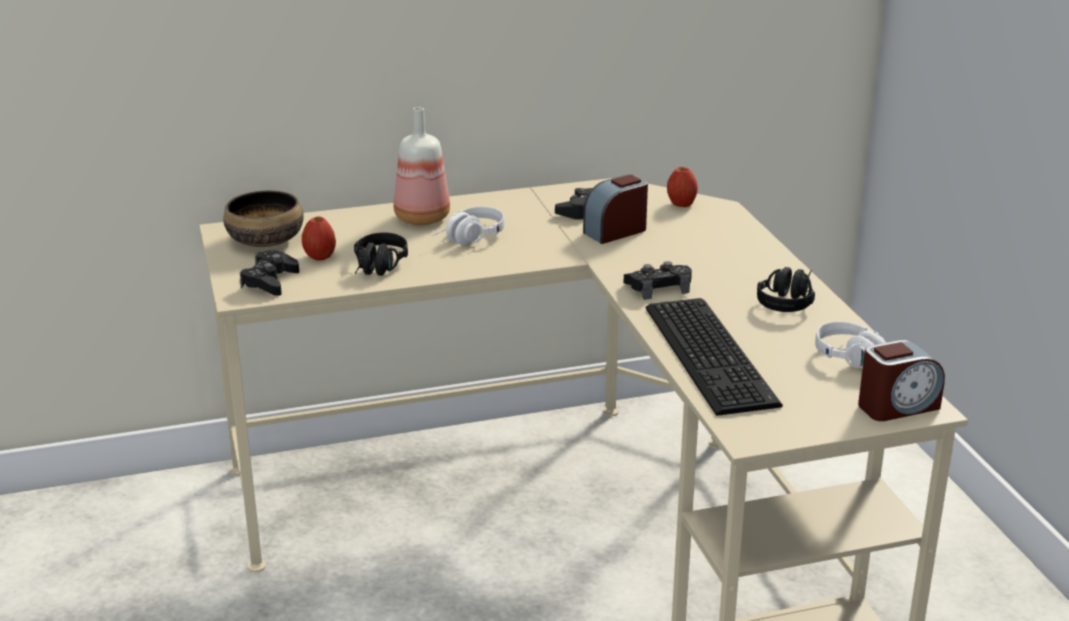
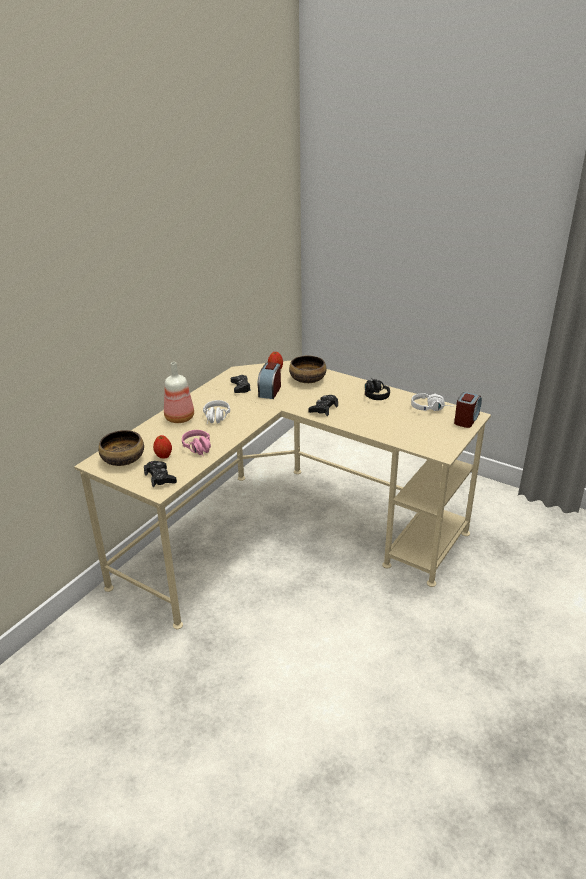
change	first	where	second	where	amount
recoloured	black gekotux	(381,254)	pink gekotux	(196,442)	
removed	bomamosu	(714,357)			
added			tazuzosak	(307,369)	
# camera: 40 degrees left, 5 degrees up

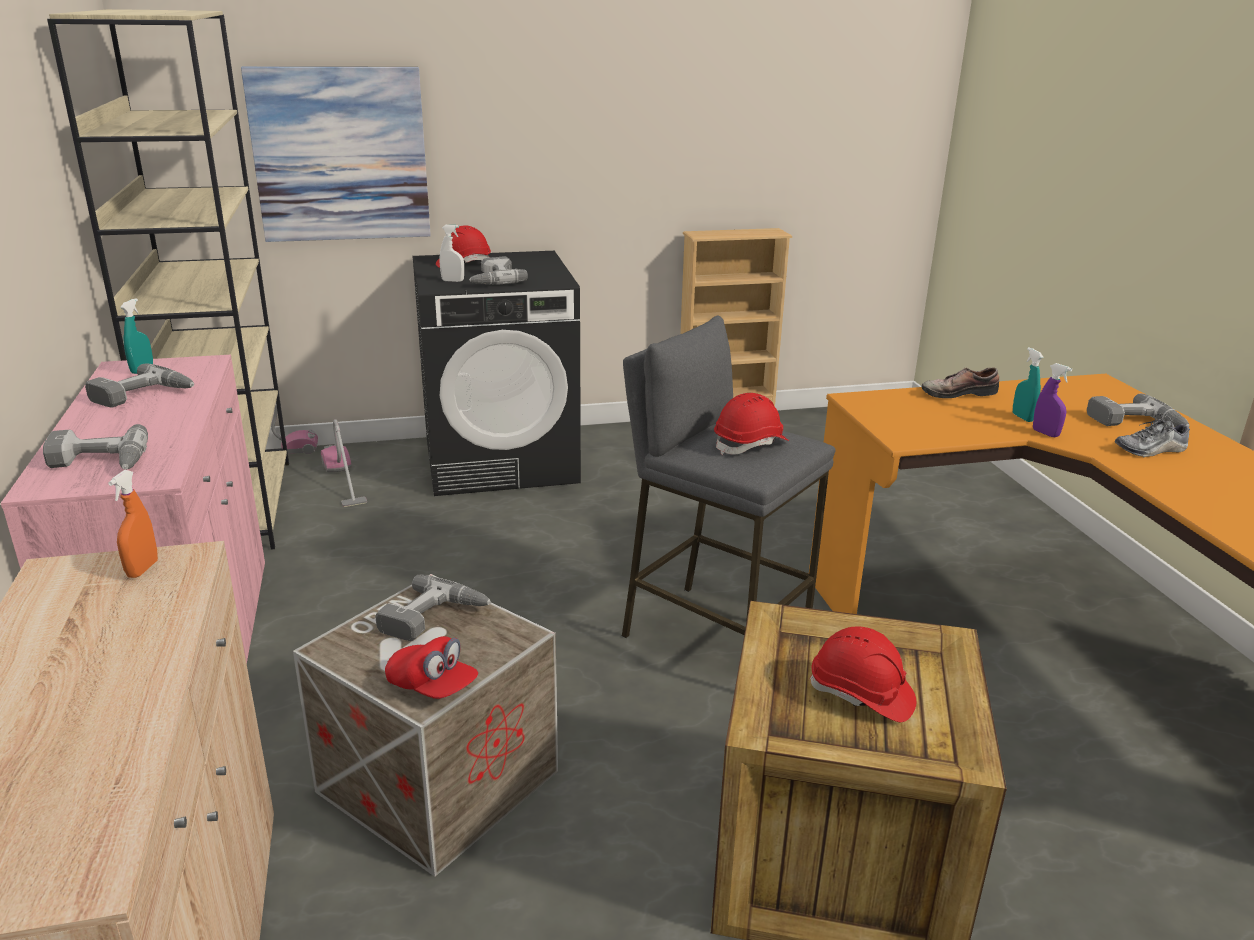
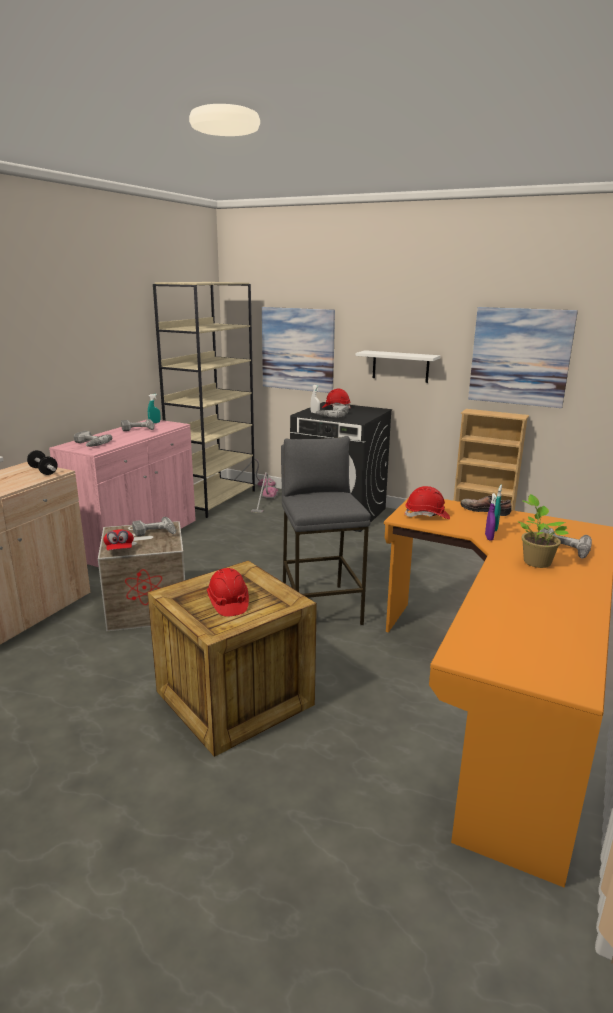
change	first	where	second	where	amount
moved	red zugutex	(751,424)		(427,502)	
replaced	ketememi	(1152,435)	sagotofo	(543,531)	
replaced	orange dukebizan	(133,524)	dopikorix	(42,462)	
added			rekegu	(523,357)	
added			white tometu	(397,366)	
# camera: 40 degrees right, 5 degrees down

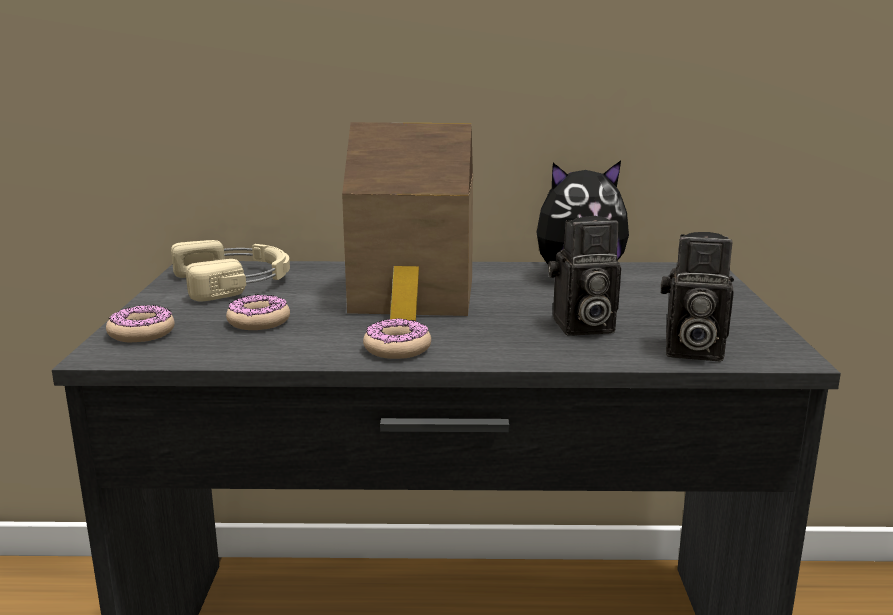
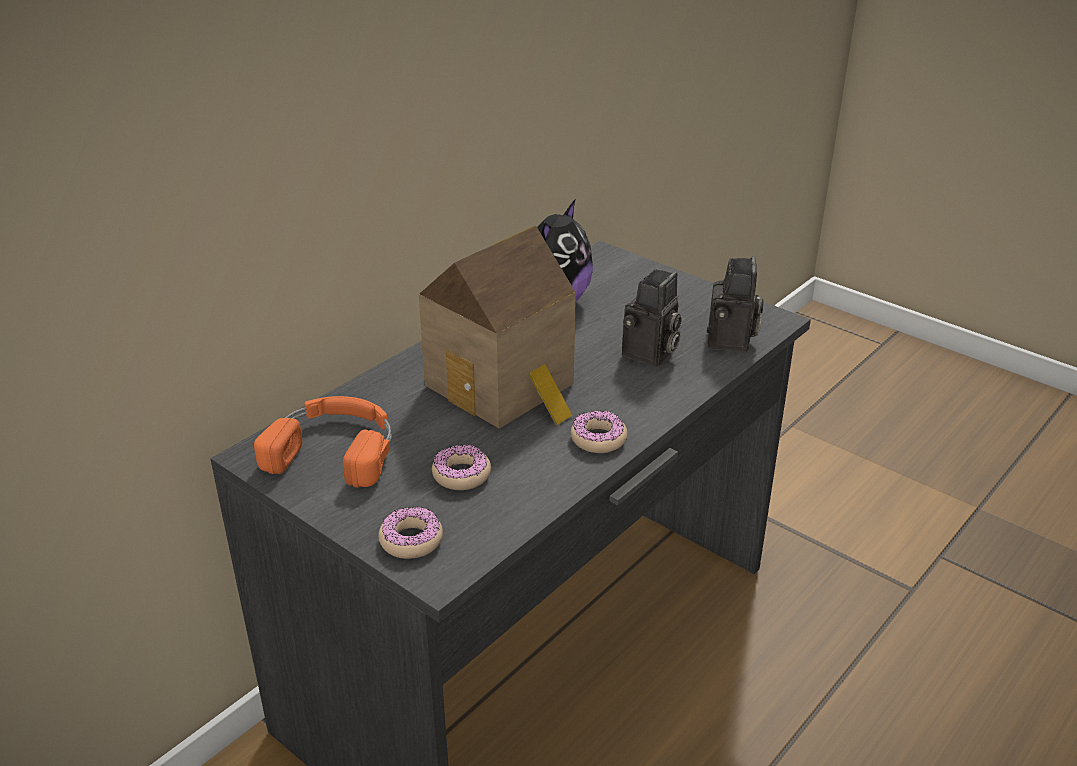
change	first	where	second	where	amount
turned	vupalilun	(697,297)		(735,304)	45 degrees counterclockwise
recoloured	beige gekotux	(230,271)	orange gekotux	(323,442)	
# camera: 50 degrees left, 15 degrees up

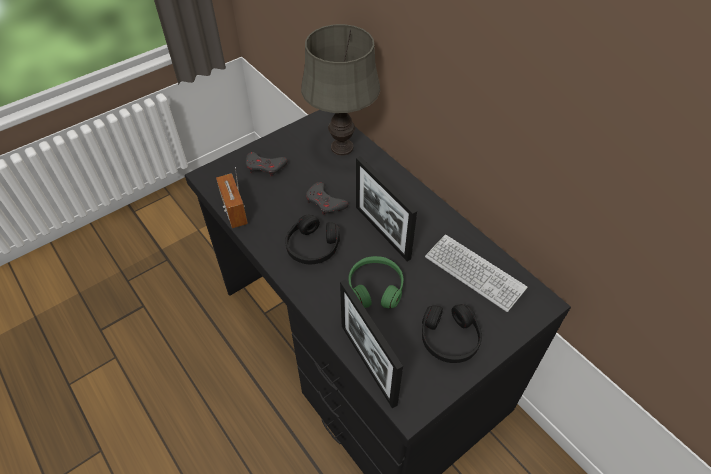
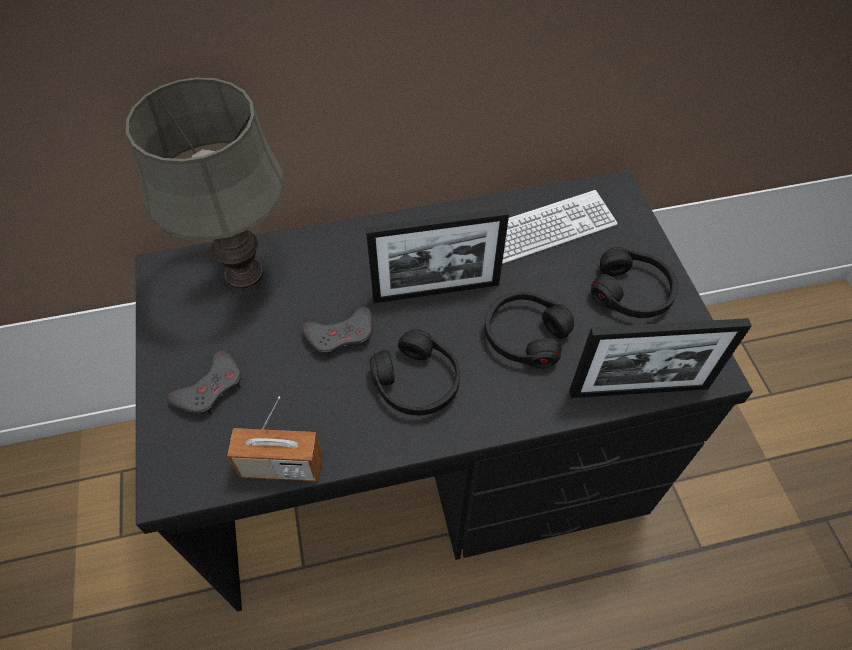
change	first	where	second	where	amount
recoloured	green gekotux	(376,282)	black gekotux	(529,330)	
# camera: 65 degrees left, 5 degrees up

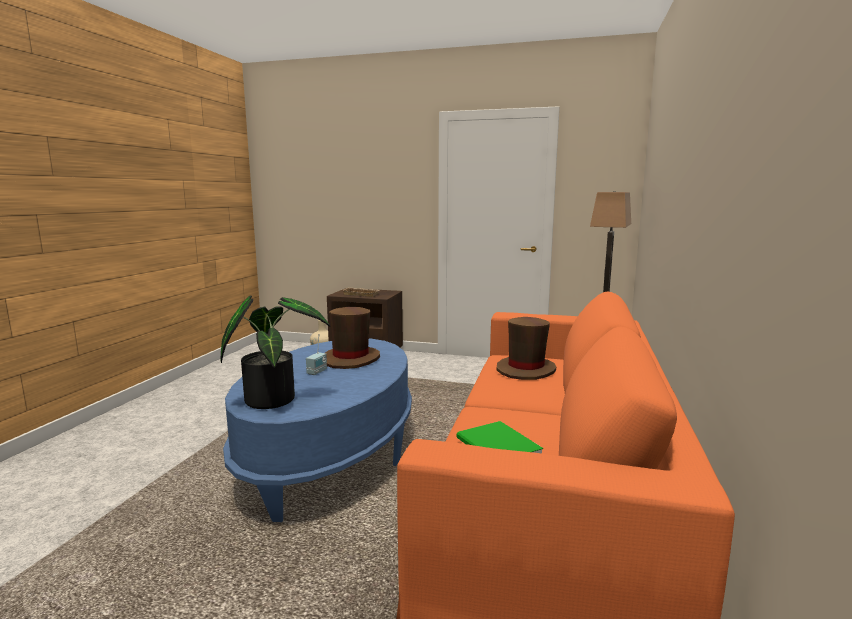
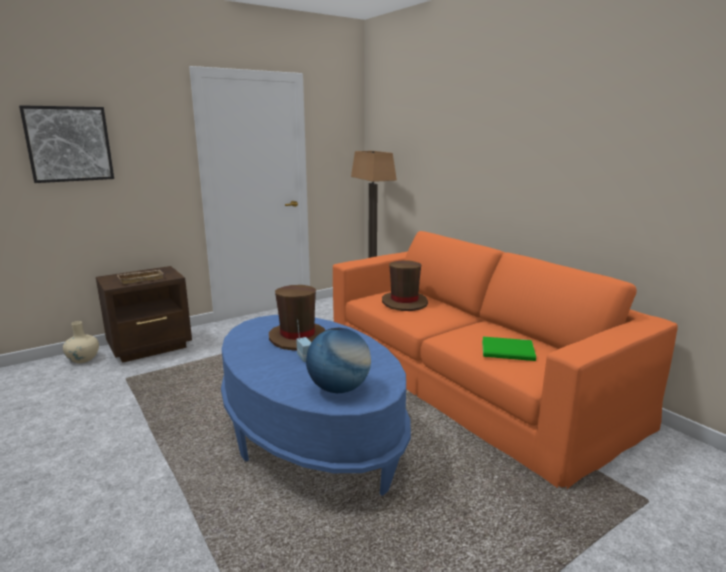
change	first	where	second	where	amount
replaced	sagotofo	(275,352)	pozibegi	(338,360)	
added			rekegu	(66,144)	
# camera: 50 degrees left, 5 degrees up

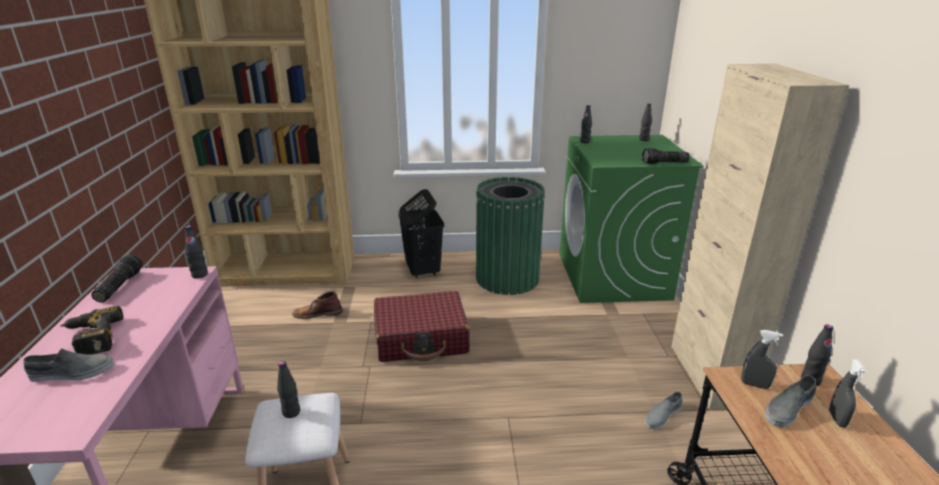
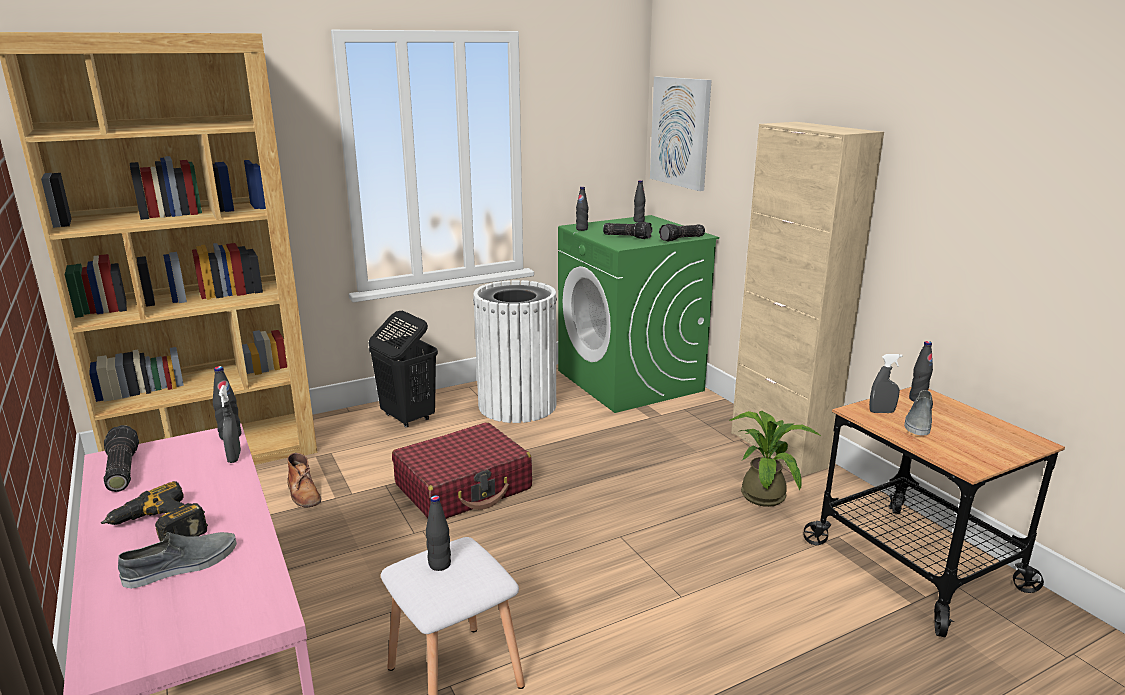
change	first	where	second	where	amount
recoloured	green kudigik	(510,236)	white kudigik	(515,351)	
turned	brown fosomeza	(317,305)		(304,480)	90 degrees counterclockwise
moved	grey dukebizan	(847,393)		(230,424)	
replaced	grey ketememi	(663,410)	sagotofo	(775,459)	
added			rekegu	(680,134)	
added			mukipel	(627,230)	
# camera: 25 degrees left, 5 degrees down

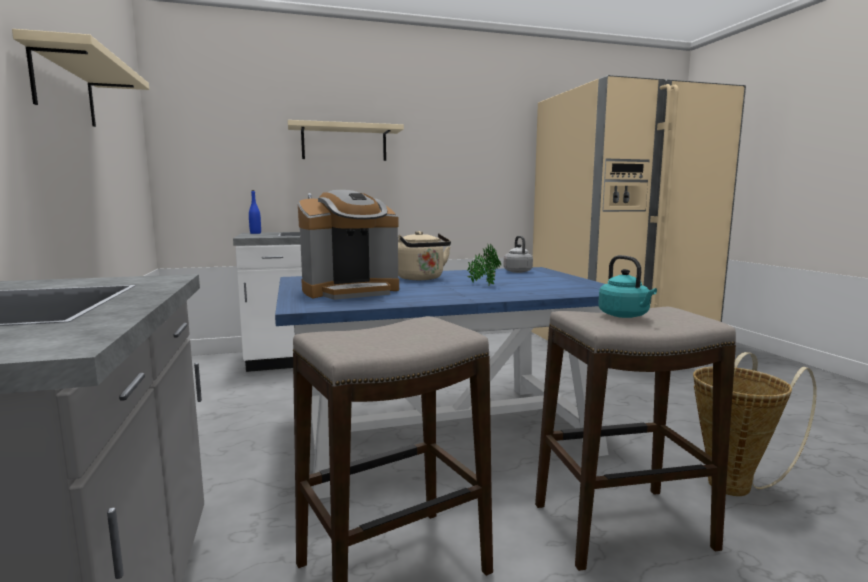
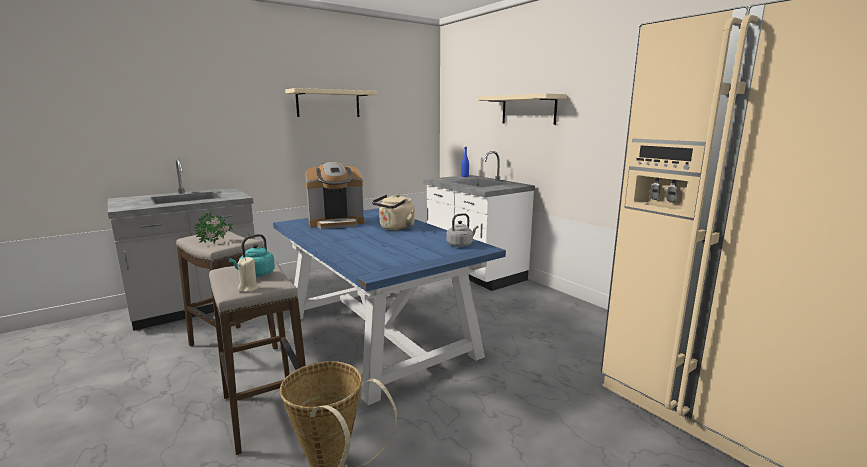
change	first	where	second	where	amount
turned	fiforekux	(348,245)		(334,195)	60 degrees counterclockwise
moved	sagotofo	(484,264)		(214,227)	
added			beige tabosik	(248,274)	
# camera: 70 degrees right, 5 degrees up

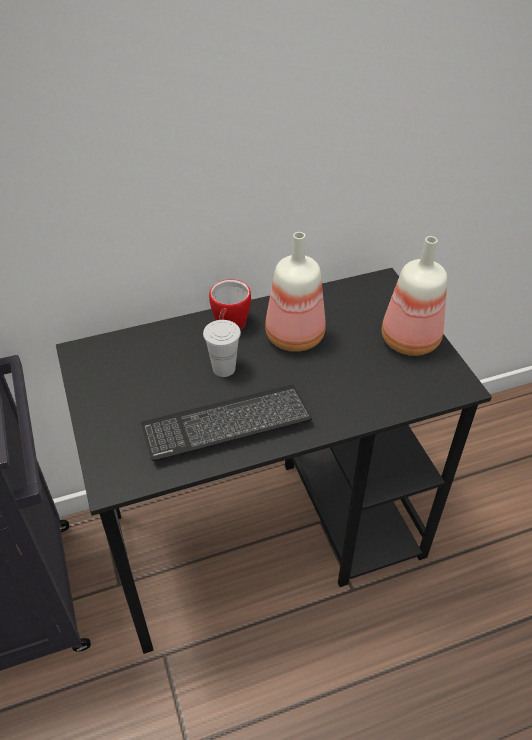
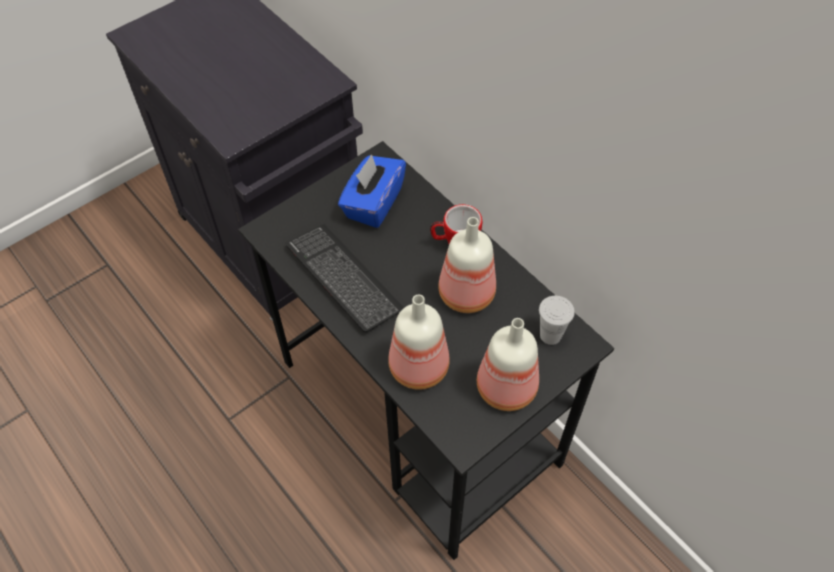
change	first	where	second	where	amount
moved	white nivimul	(222,348)		(557,320)	
added			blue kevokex	(372,191)	
added			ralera	(419,342)	
# camera: 70 degrees right, 10 degrees up

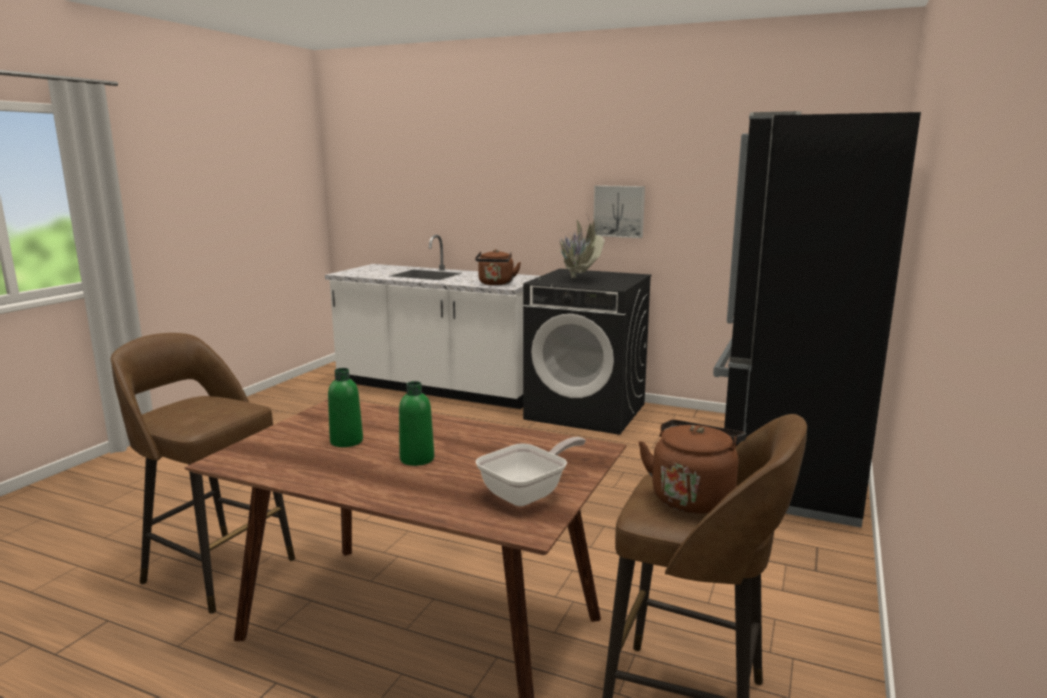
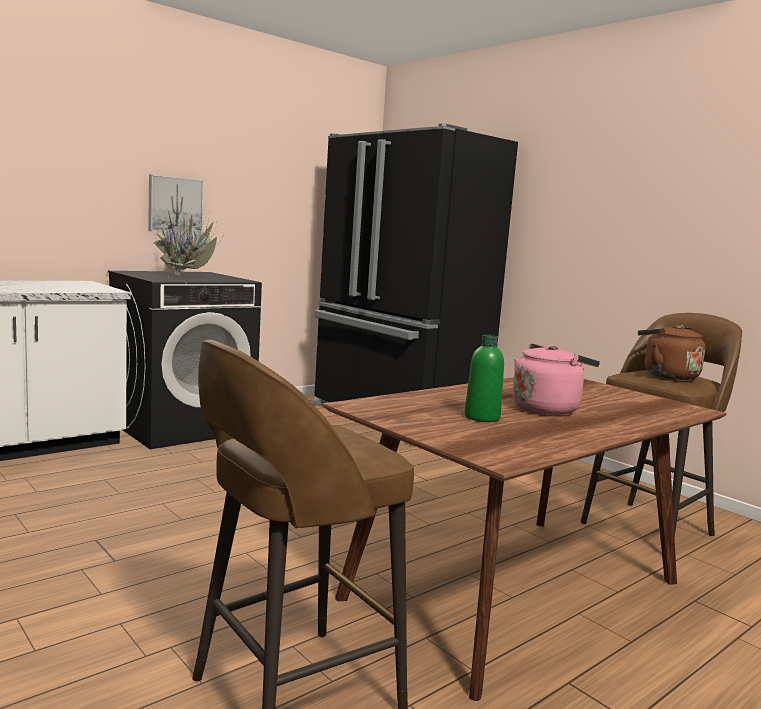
change	first	where	second	where	amount
removed	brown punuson	(498,267)			
replaced	green ralera	(416,423)	pink punuson	(556,379)	
removed	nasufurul	(531,472)			
# camera: 65 degrees left, 5 degrees down

